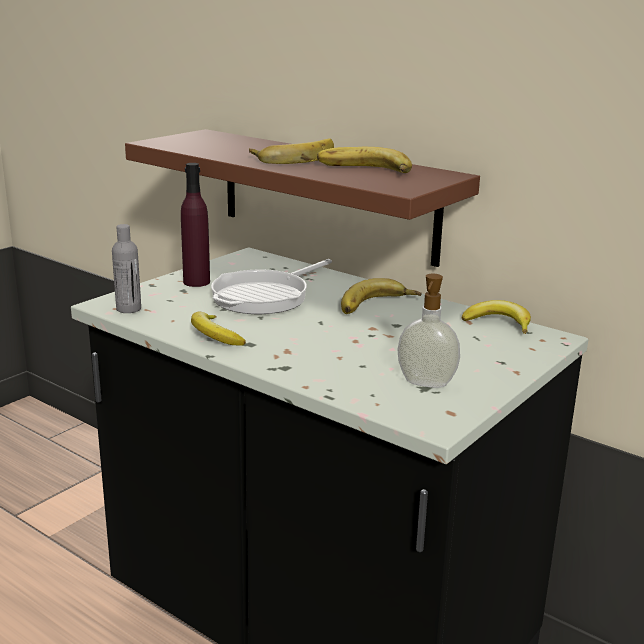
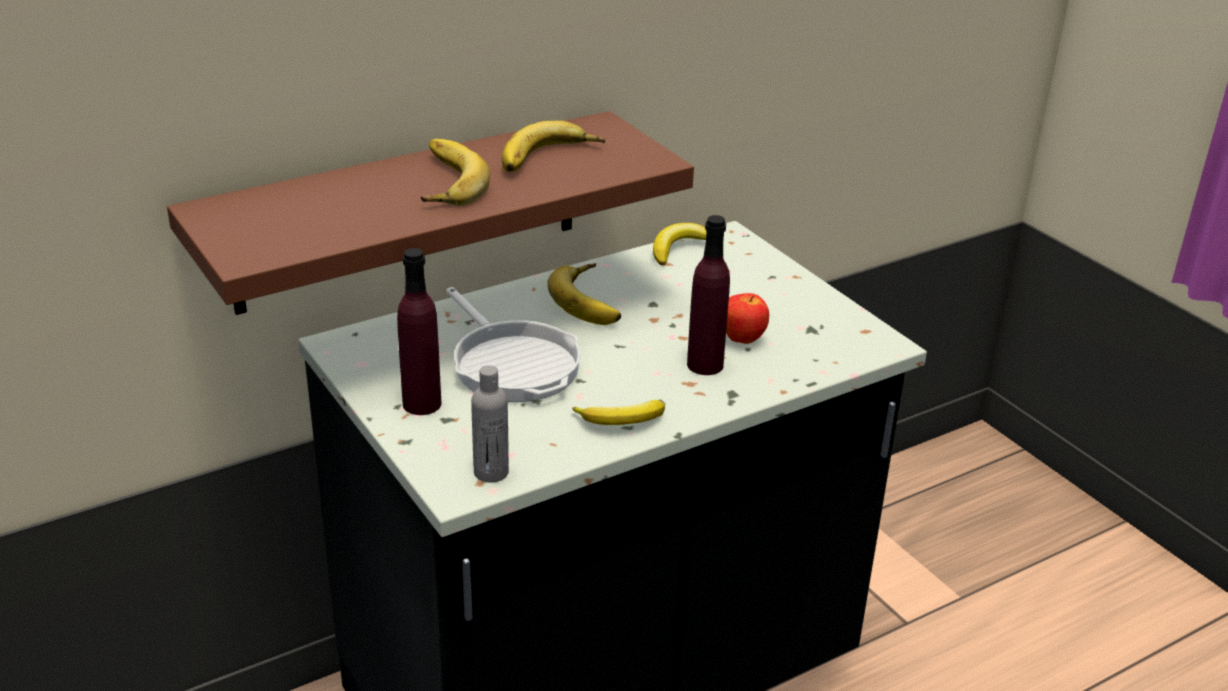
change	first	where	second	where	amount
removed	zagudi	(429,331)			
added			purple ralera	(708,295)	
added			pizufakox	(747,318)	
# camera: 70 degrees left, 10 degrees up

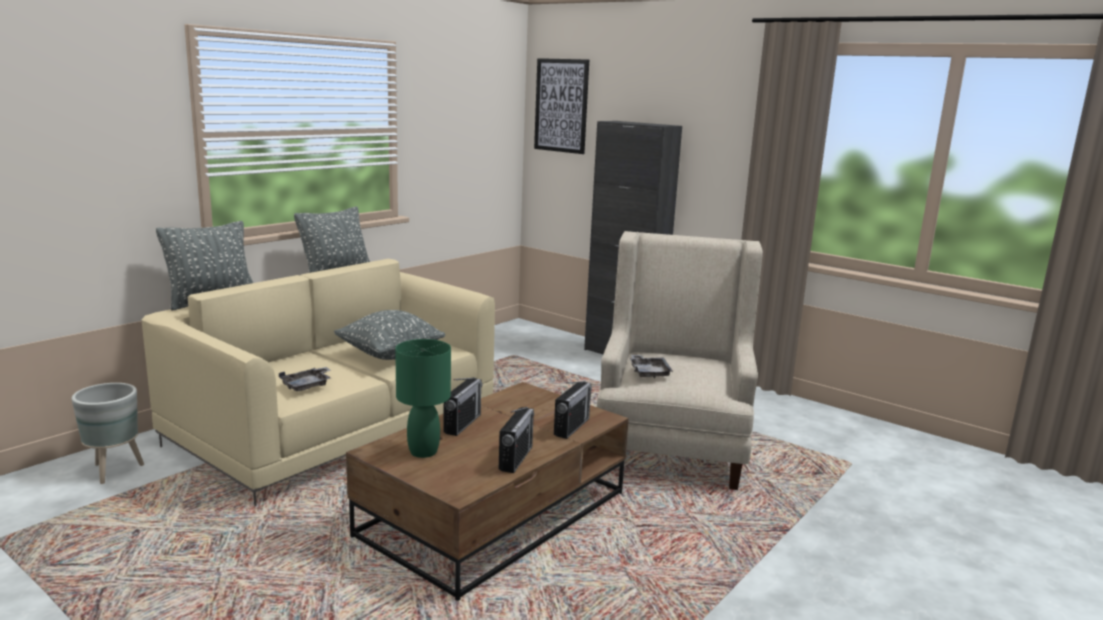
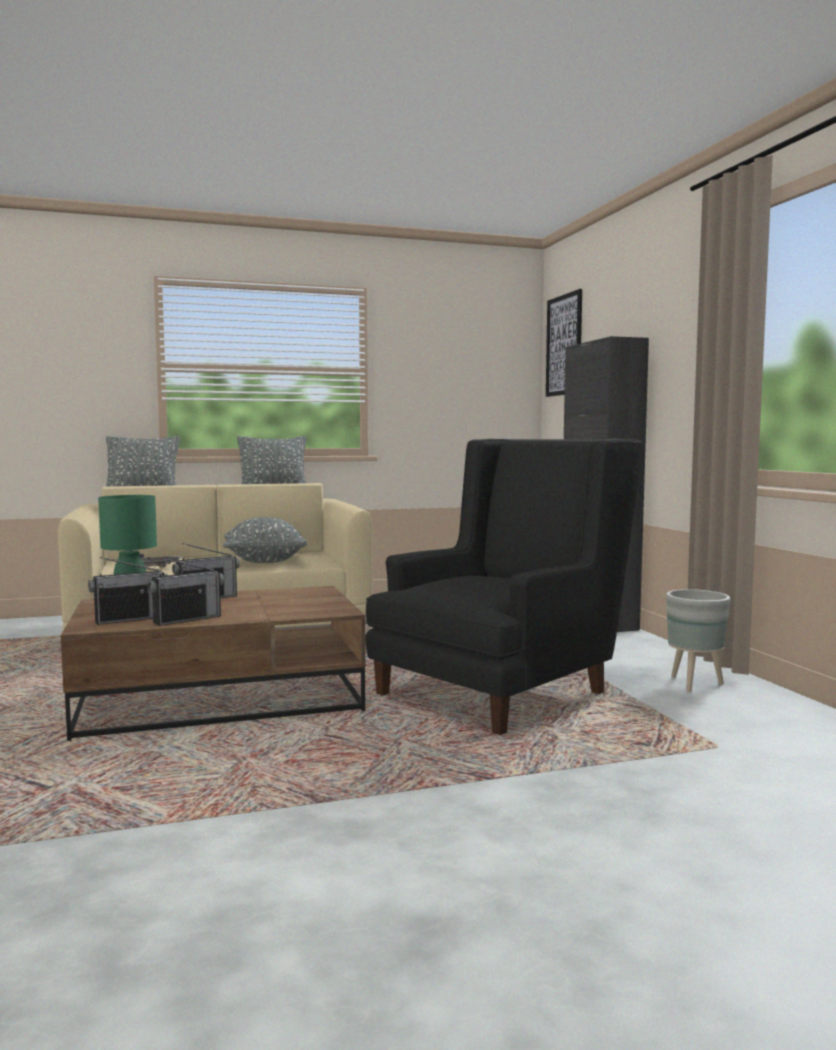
change	first	where	second	where	amount
recoloured	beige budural	(680,360)	black budural	(504,587)	
removed	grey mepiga	(651,366)			
moved	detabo	(573,410)		(128,591)	
moved	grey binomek	(108,433)		(698,640)	
# camera: 35 degrees right, 10 degrees down

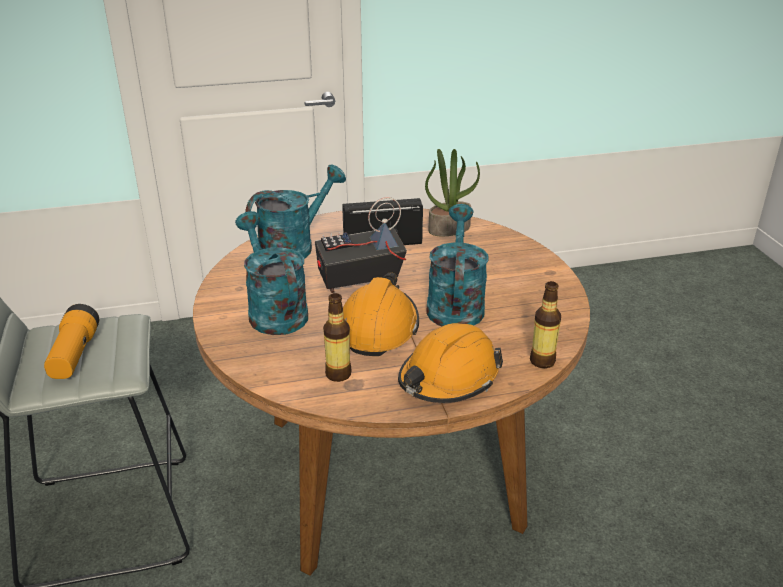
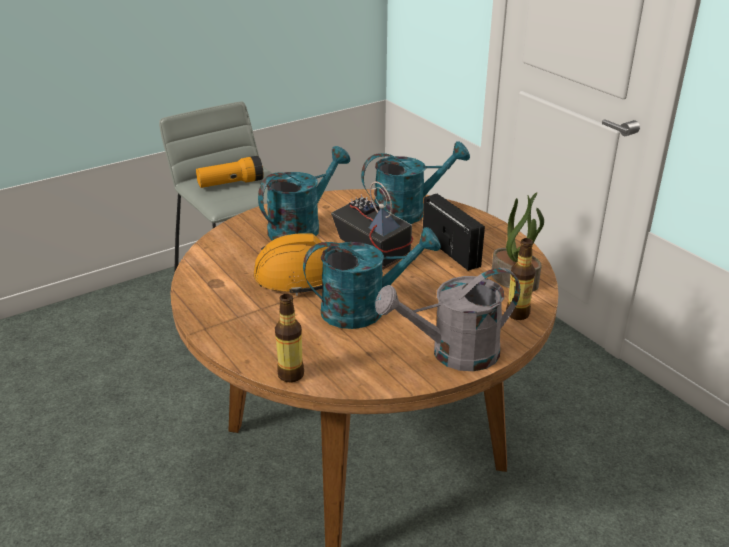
change	first	where	second	where	amount
turned	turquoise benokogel	(295,212)		(415,182)	45 degrees counterclockwise
moved	ralera	(337,337)		(520,279)	
removed	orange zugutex	(450,363)			
added			grey benokogel	(447,319)	
# camera: 70 degrees right, 0 degrees up

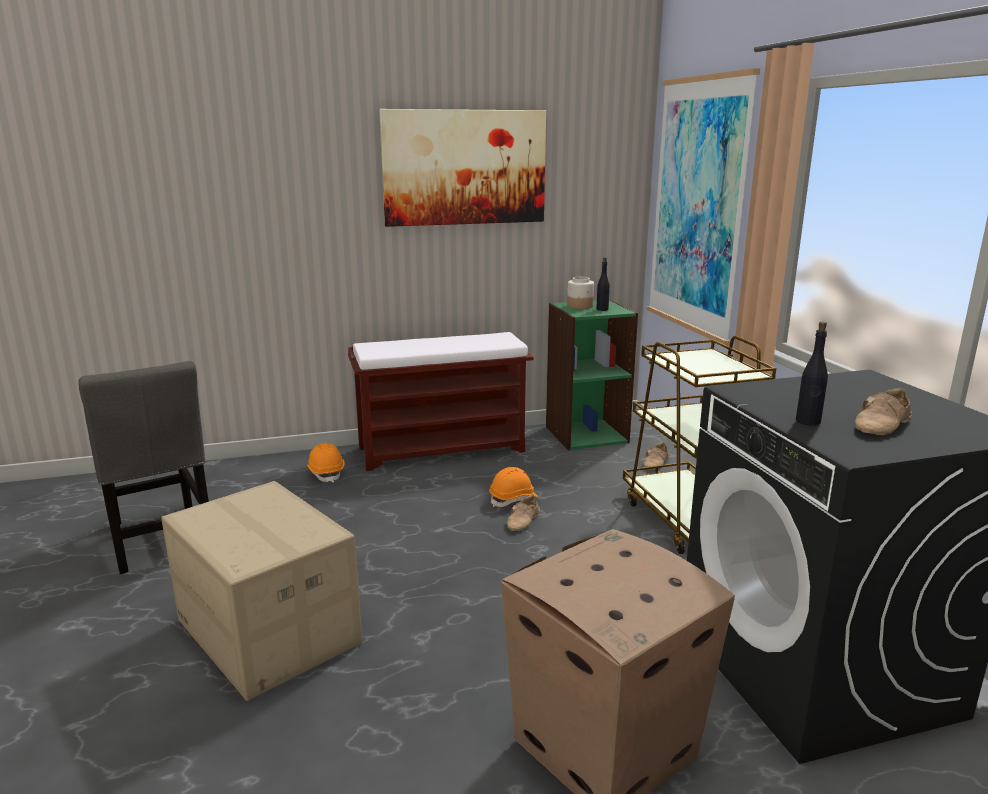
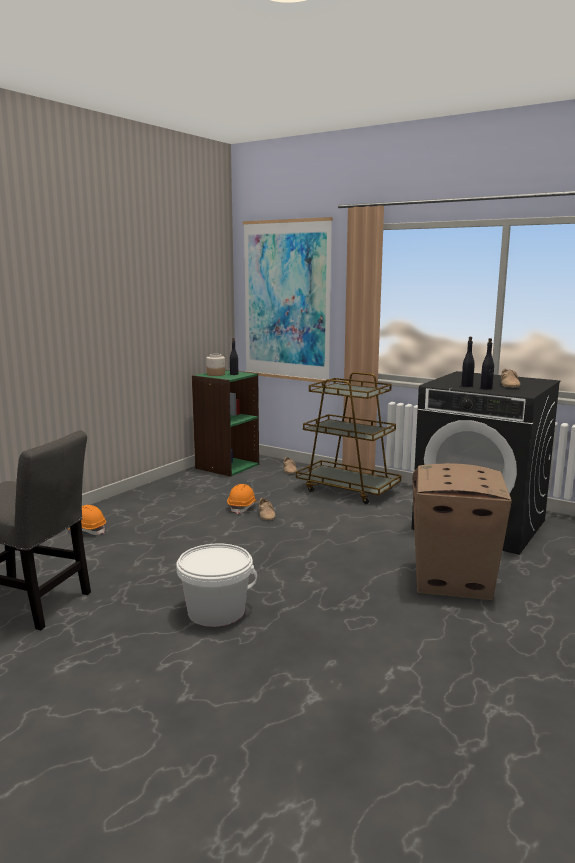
change	first	where	second	where	amount
removed	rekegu	(462,168)			
removed	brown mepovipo	(440,401)			
replaced	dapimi	(262,591)	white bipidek	(216,585)	
added			black ralera	(468,362)	
# camera: 40 degrees left, 5 degrees down

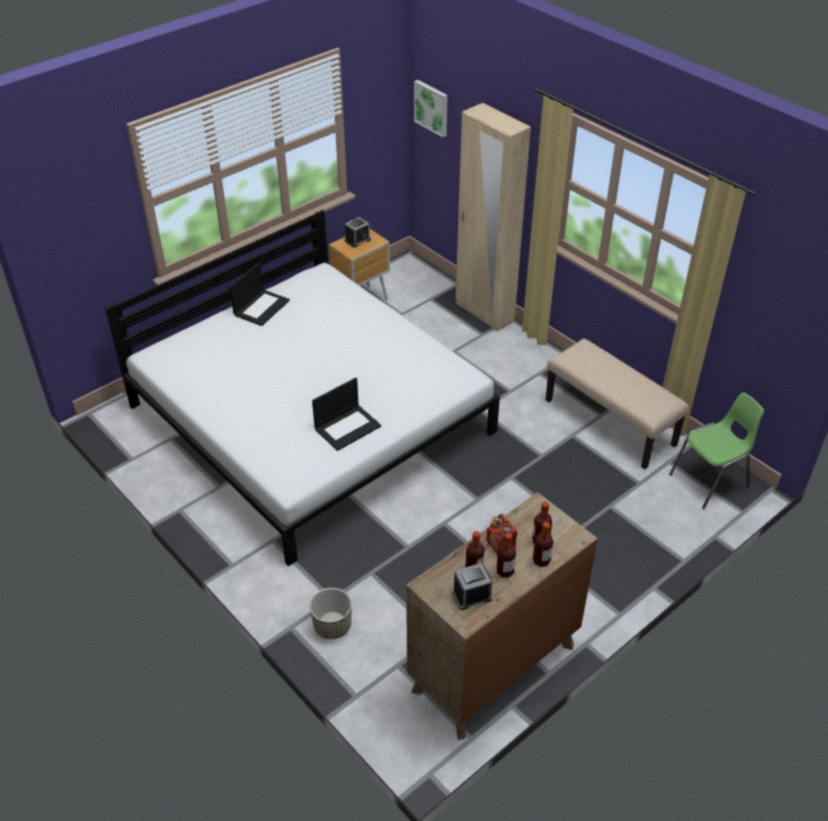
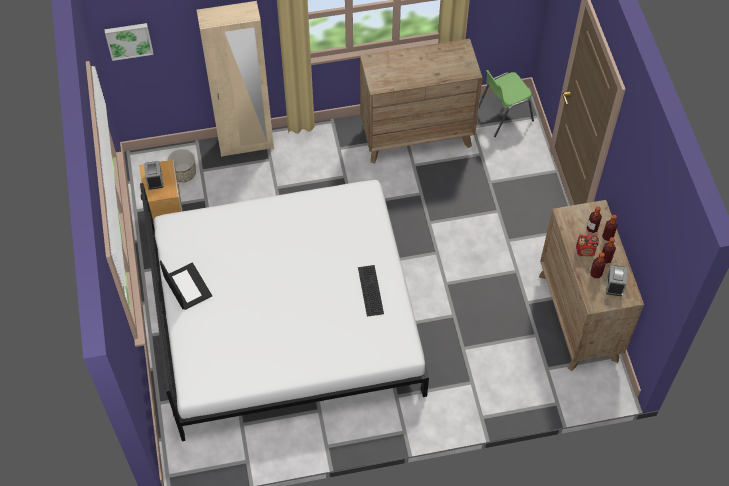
change	first	where	second	where	amount
replaced	beige mepovipo	(617,403)	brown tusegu	(421,101)	
replaced	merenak	(346,414)	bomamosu	(371,291)	
turned	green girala	(716,450)		(506,103)	120 degrees counterclockwise
moved	binomek	(330,613)		(181,165)	
# camera: 60 degrees left, 15 degrees up

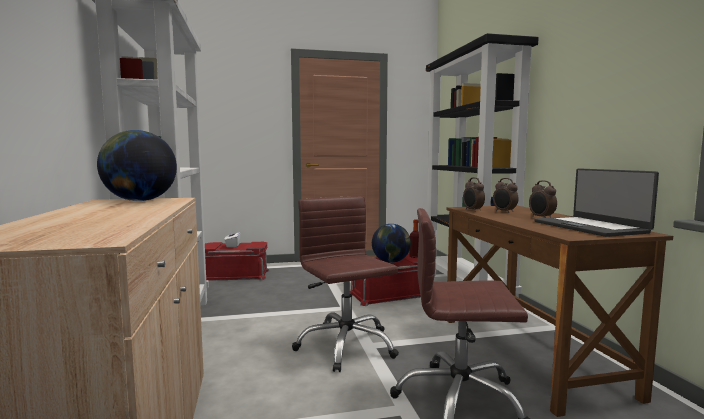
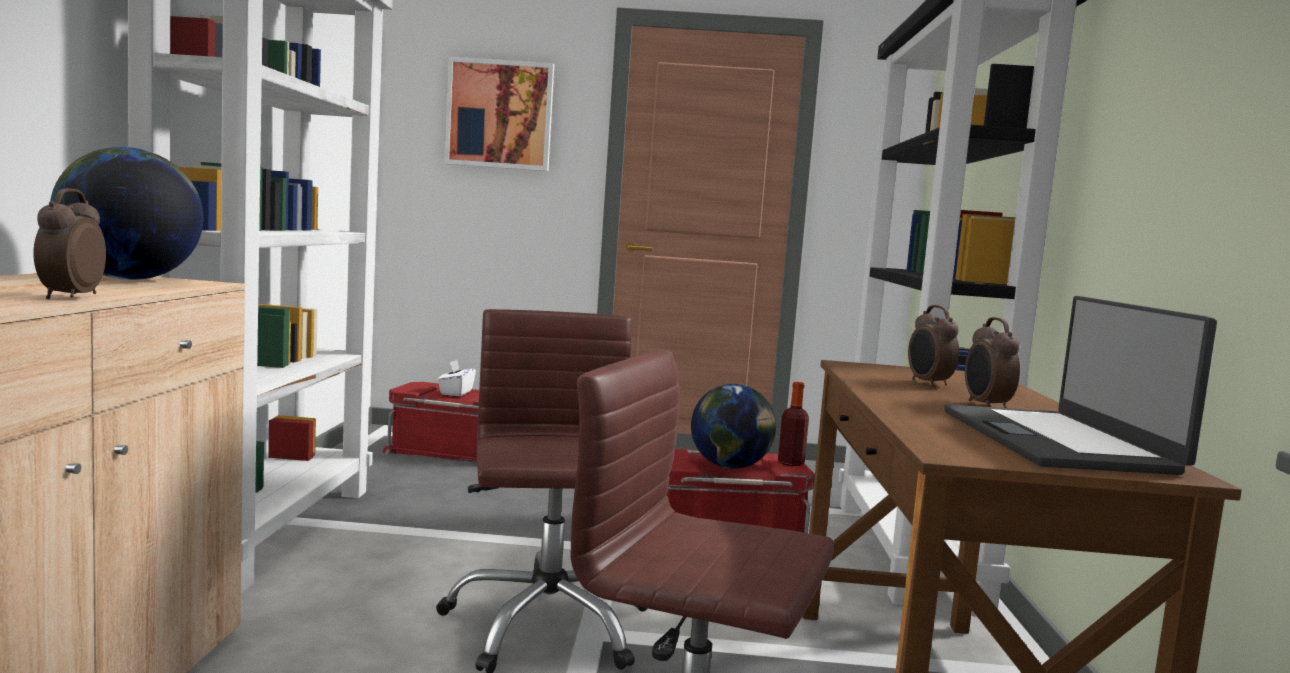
change	first	where	second	where	amount
moved	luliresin	(474,194)		(69,244)	
added			rekegu	(499,113)	
# camera: 15 degrees right, 0 degrees up

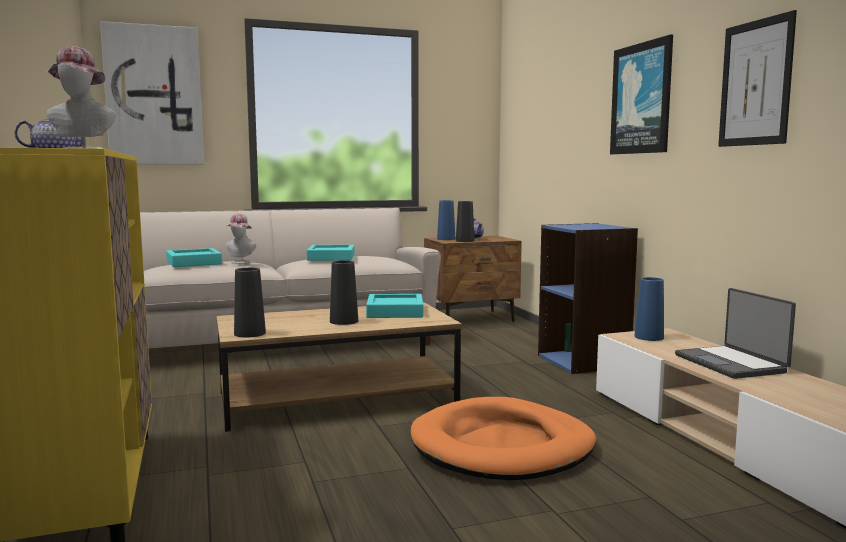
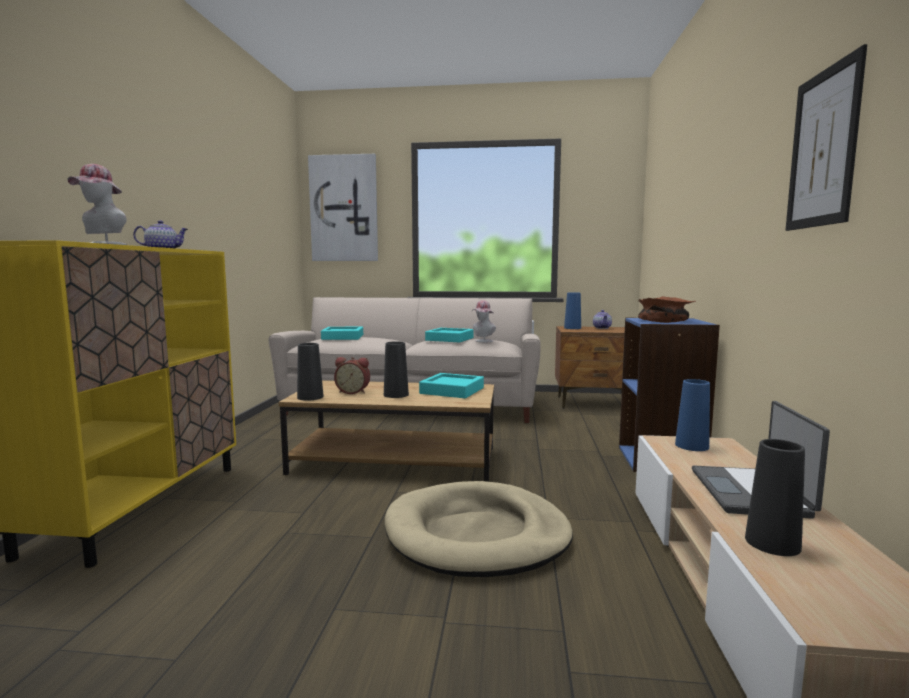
change	first	where	second	where	amount
removed	rekegu	(641,94)			
moved	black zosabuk	(465,221)		(775,497)	
moved	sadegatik	(241,238)		(484,321)	
recoloured	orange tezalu	(503,438)	beige tezalu	(479,529)	
added			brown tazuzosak	(667,309)	
added			luliresin	(352,375)	
# camera: 25 degrees right, 0 degrees up

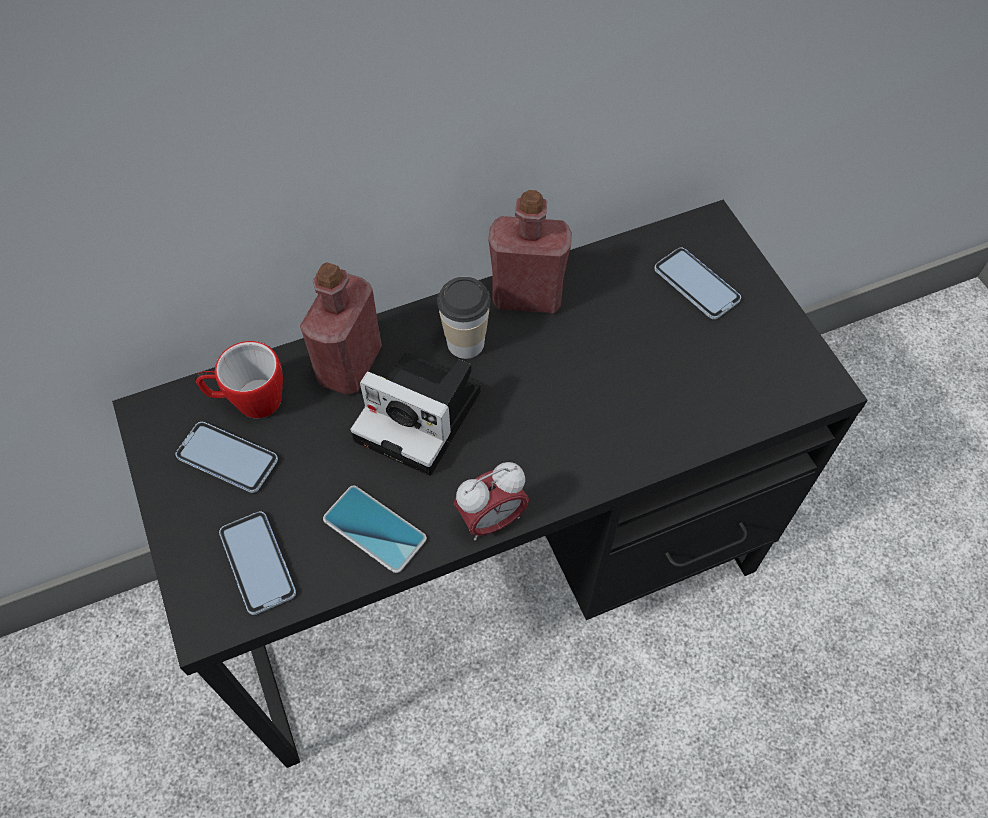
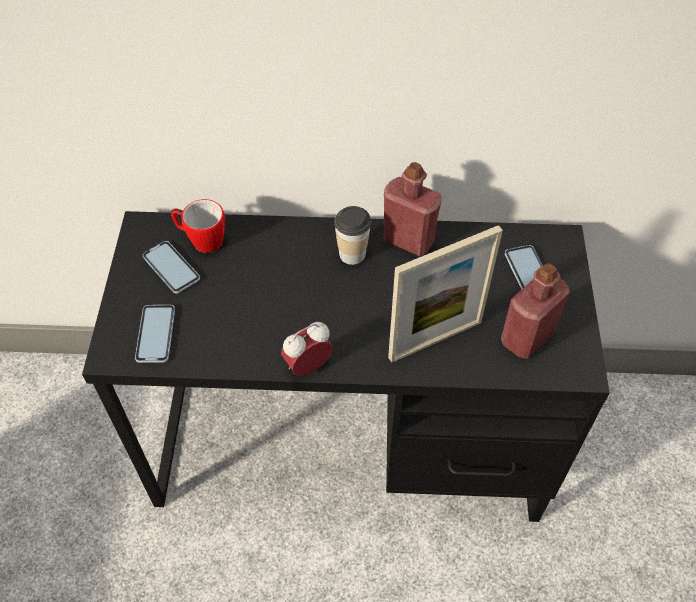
change	first	where	second	where	amount
moved	red ralera	(341,328)		(535,311)	
removed	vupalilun	(415,414)			
turned	luliresin	(491,501)		(307,349)	150 degrees clockwise
removed	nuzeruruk	(375,529)			
added			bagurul	(445,294)	
# camera: 25 degrees right, 5 degrees down

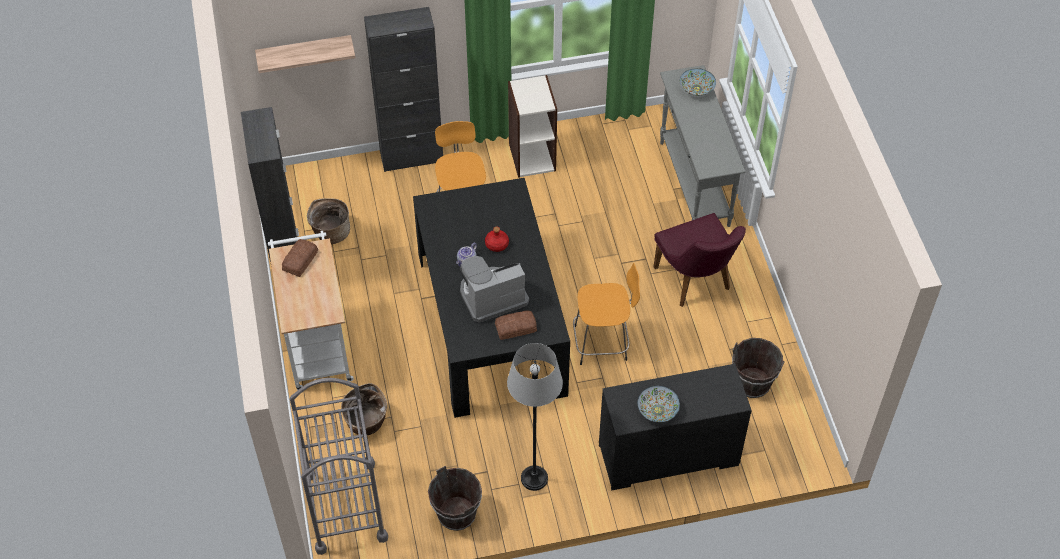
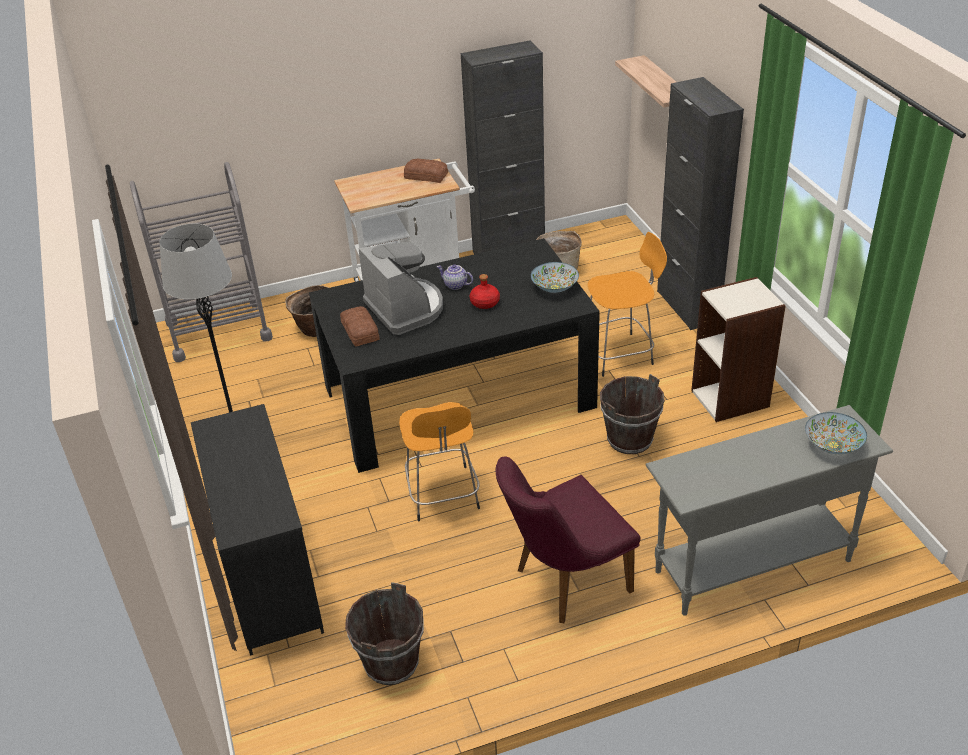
change	first	where	second	where	amount
moved	tazuzosak	(659,404)		(554,277)	
moved	brown bipidek	(455,498)		(632,414)	
# camera: 85 degrees right, 15 degrees down

